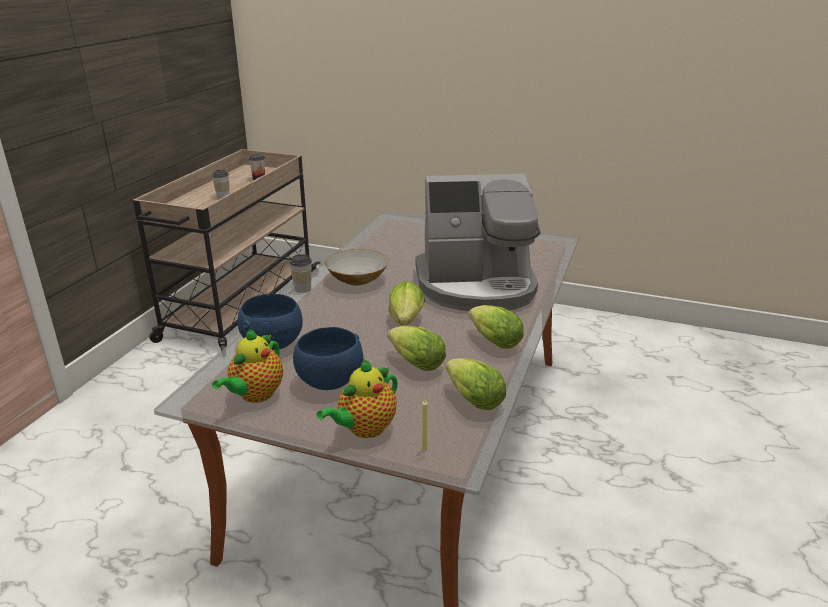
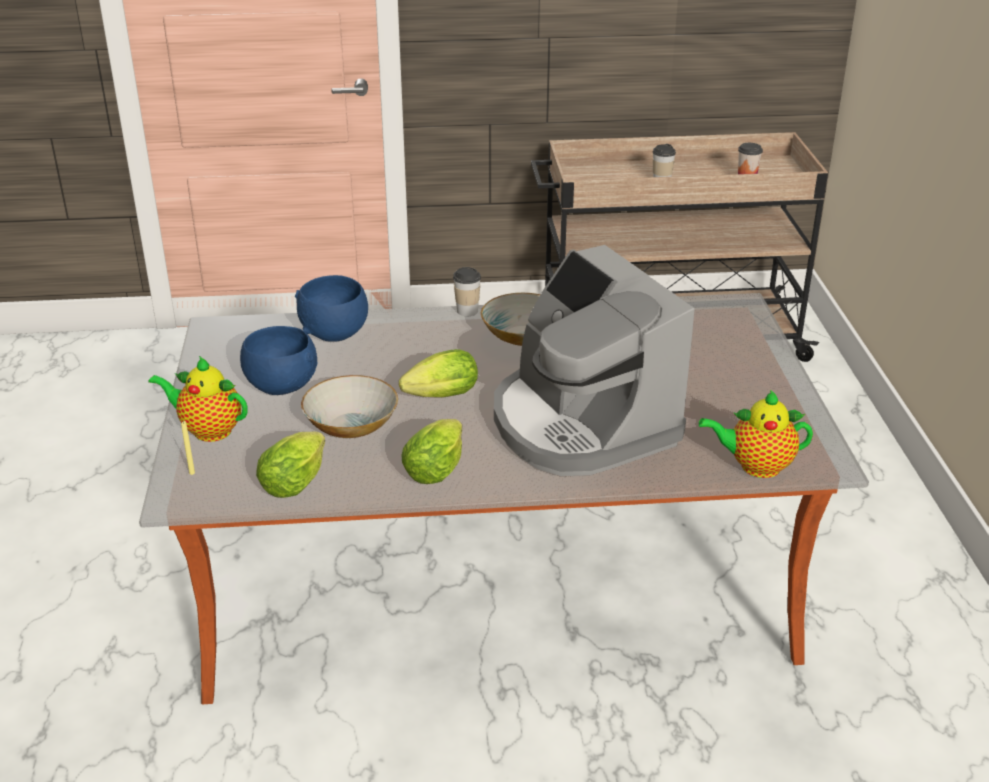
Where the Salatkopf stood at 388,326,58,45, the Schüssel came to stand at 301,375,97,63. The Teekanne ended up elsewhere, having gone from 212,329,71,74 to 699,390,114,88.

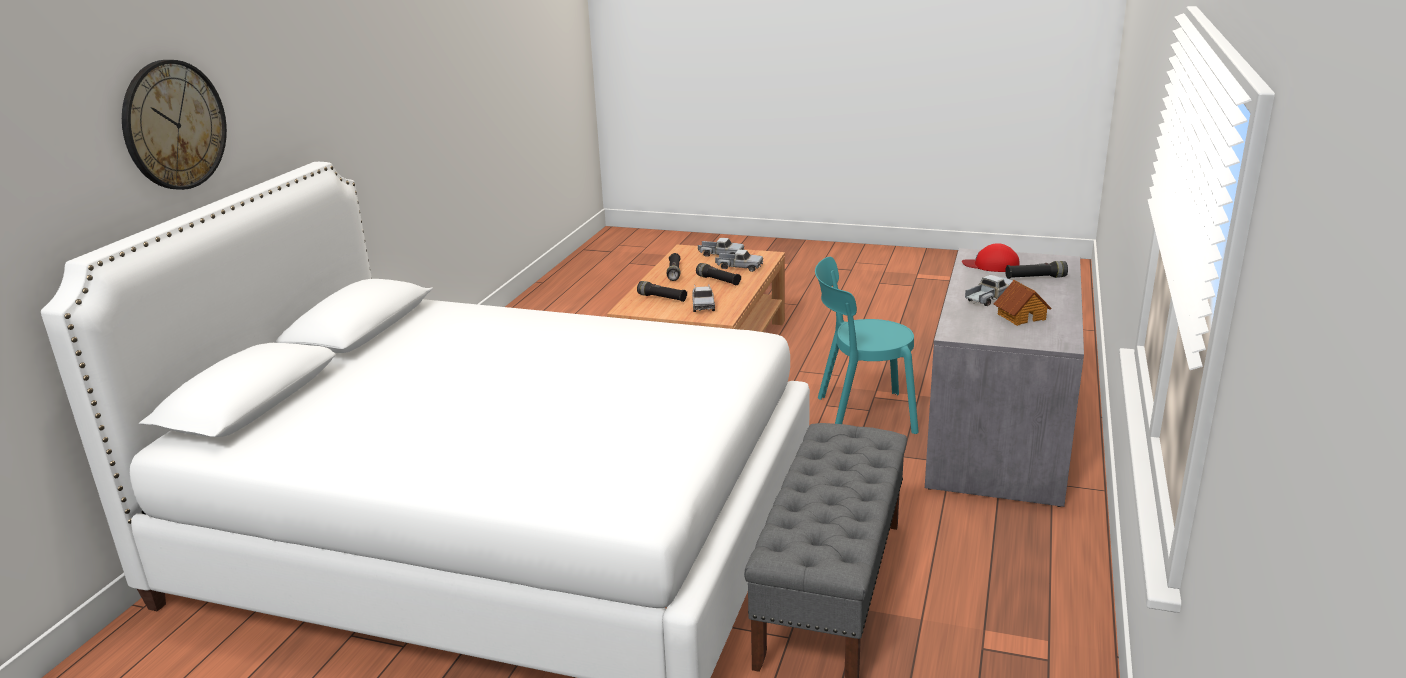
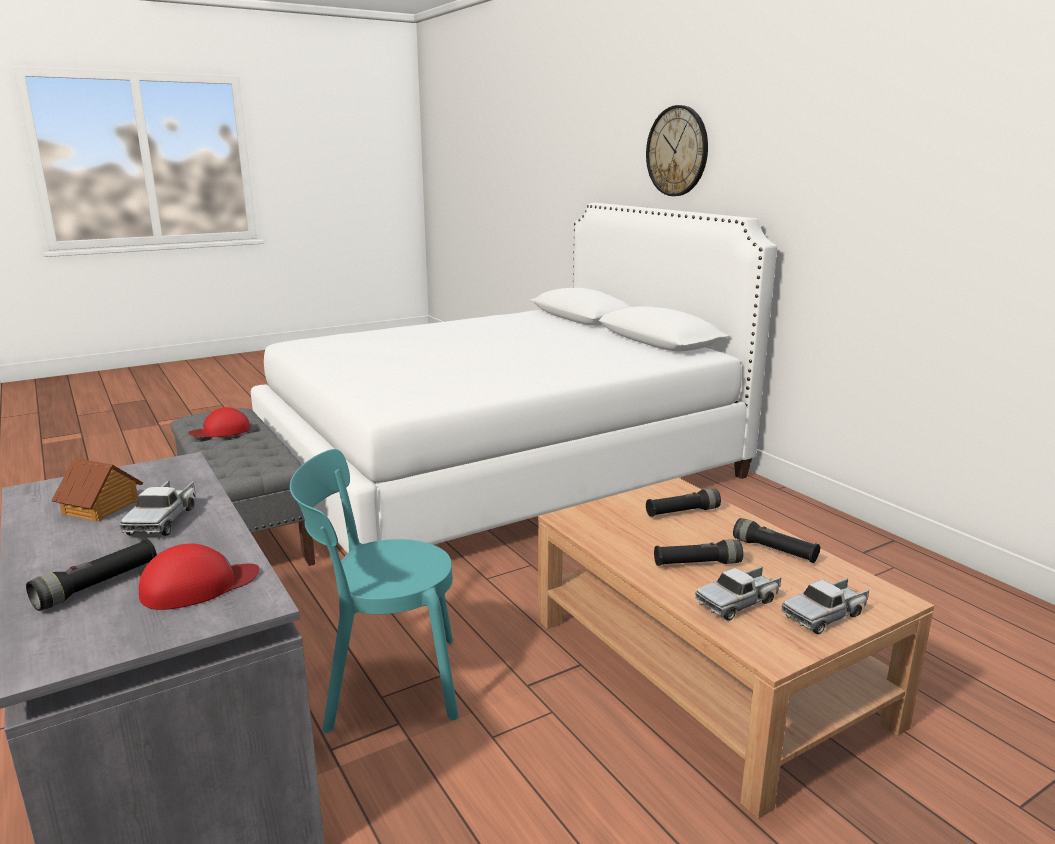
The second view gained the Kappe [rot] at 188,407,62,30. The Stuhl [türkis] at 815,257,104,177 ended up facing another way, 135 degrees counterclockwise from before. The second view lost the Spielzeuglaster at 692,284,23,28.

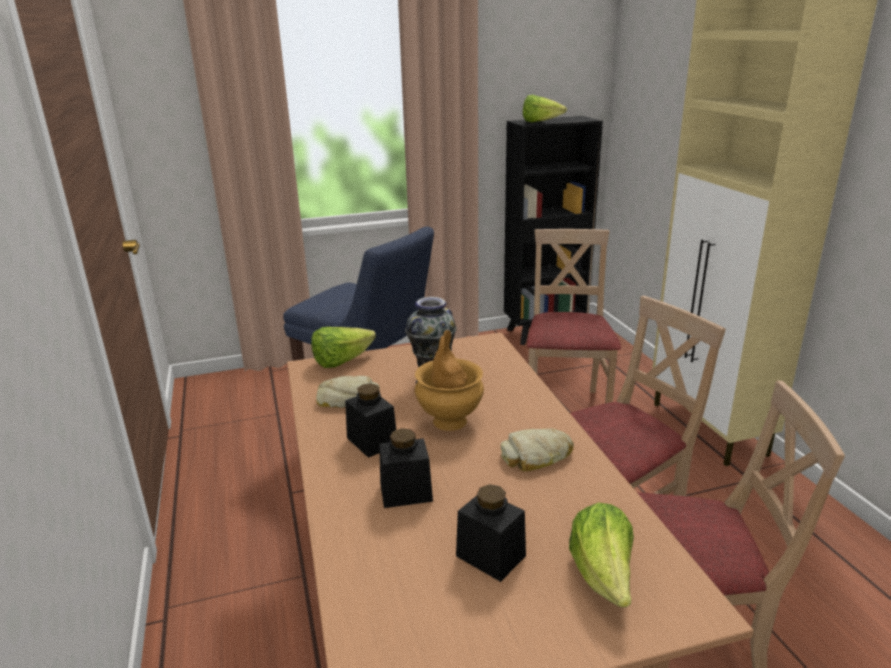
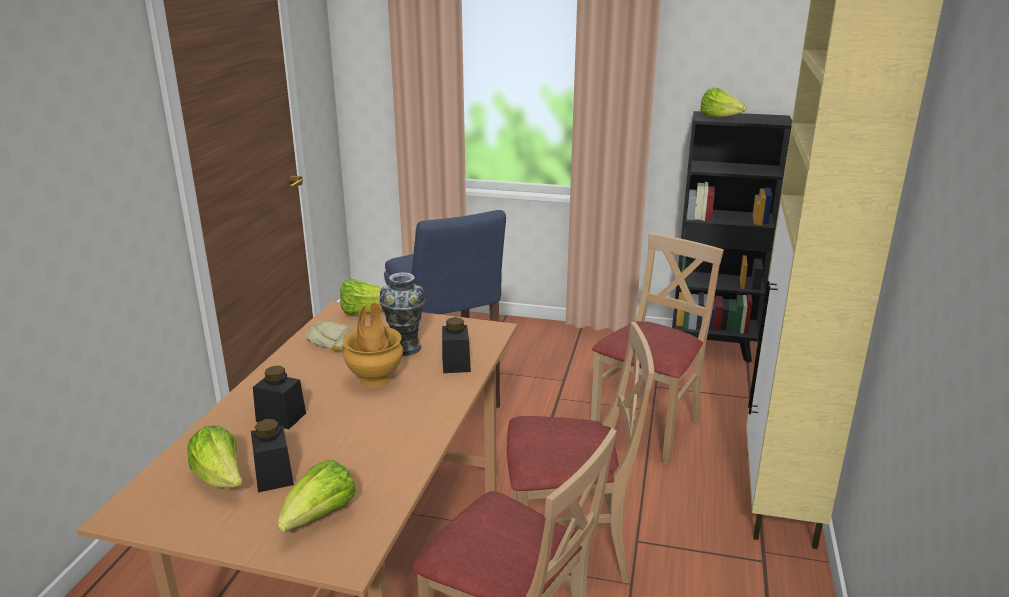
The second view gained the Salatkopf at 187,425,55,63. The Vorratsglas [schwarz] ended up elsewhere, having gone from 345,383,51,75 to 442,317,29,56. The second view lost the Brot at 501,428,73,44.

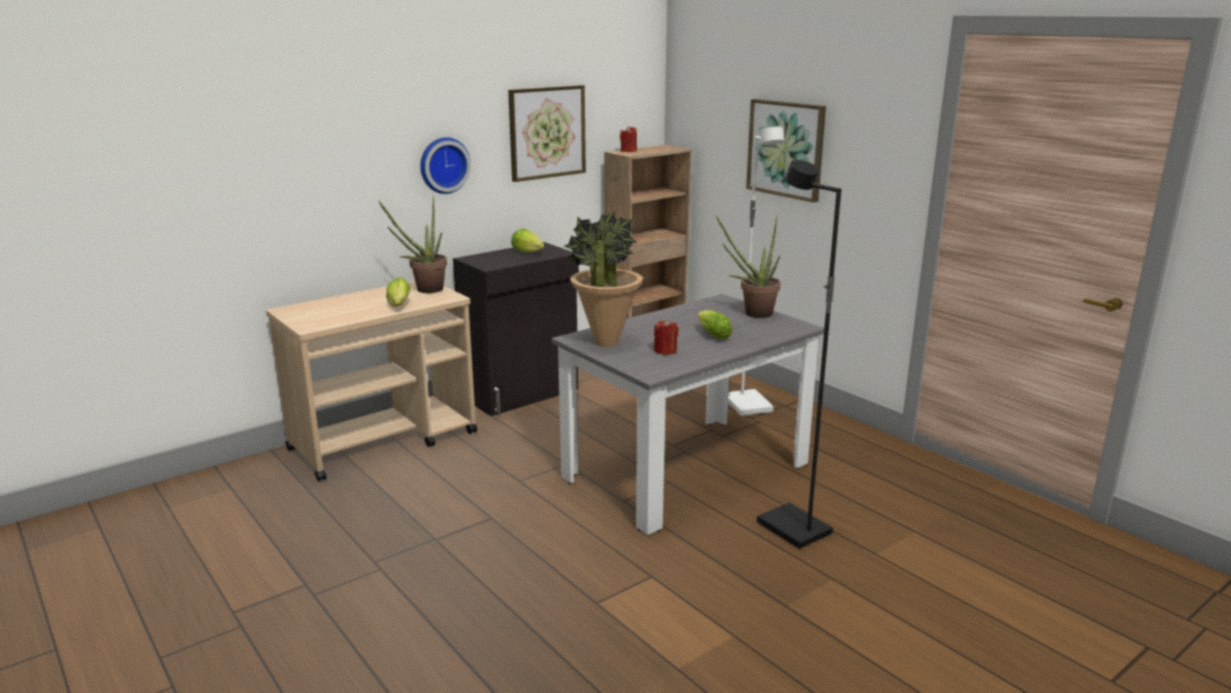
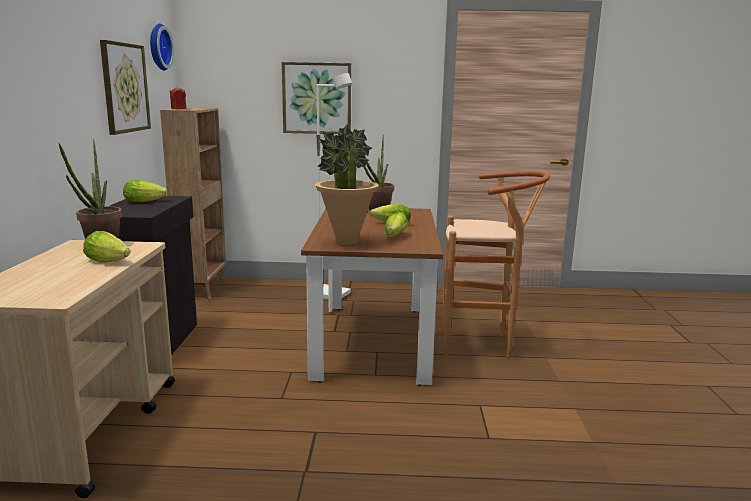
The Wanduhr ended up elsewhere, having gone from 420,137,51,57 to 150,23,24,48. What was the Esstisch [grau] at 552,294,272,241 turned into the Esstisch [braun] at 301,208,142,178. Where the Kerze [rot] stood at 654,319,25,36, the Salatkopf came to stand at 384,212,24,25. Where the Stehlampe [schwarz] stood at 757,160,84,389, the Hocker [braun] came to stand at 443,171,107,188.

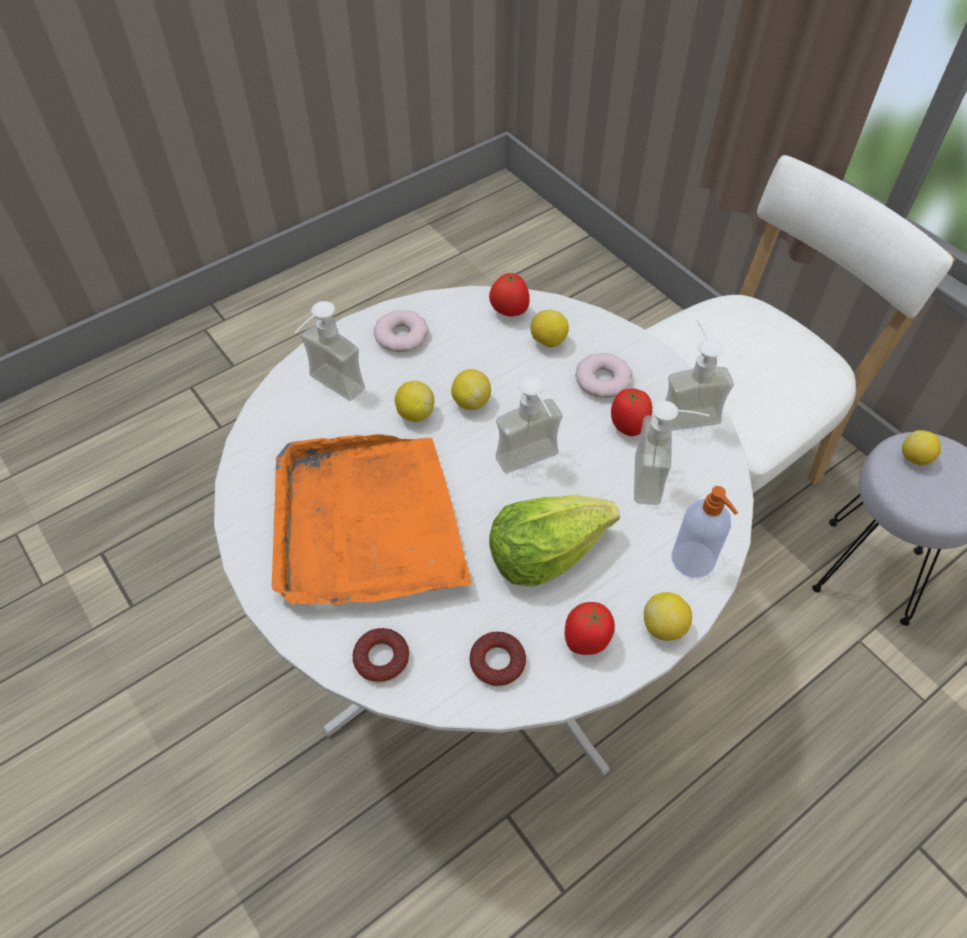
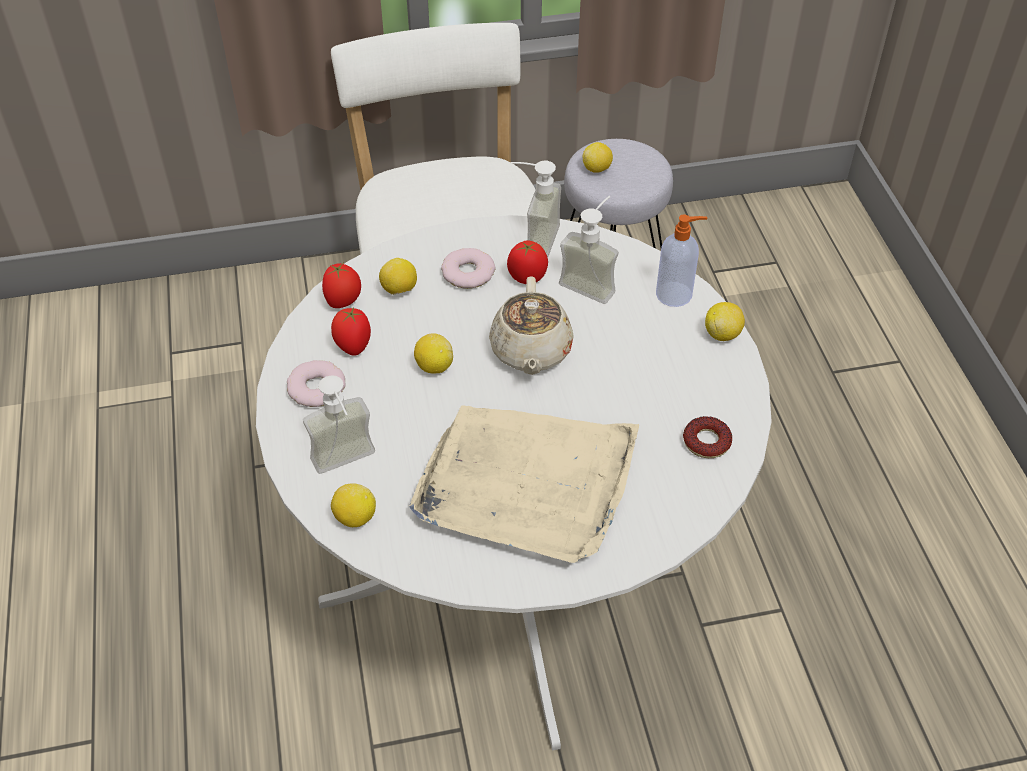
The Tomate ended up elsewhere, having gone from 565,602,50,53 to 331,307,40,49. The Zitrone ended up elsewhere, having gone from 395,381,40,41 to 331,483,45,44. What was the Tablett [orange] at 272,434,200,172 turned into the Tablett [beige] at 409,405,230,158. Where the Seifenspender stood at 495,376,68,97, the Teekanne [beige] came to stand at 489,276,85,99. The second view lost the Donut at 353,628,56,55. The second view lost the Salatkopf at 489,495,131,91.

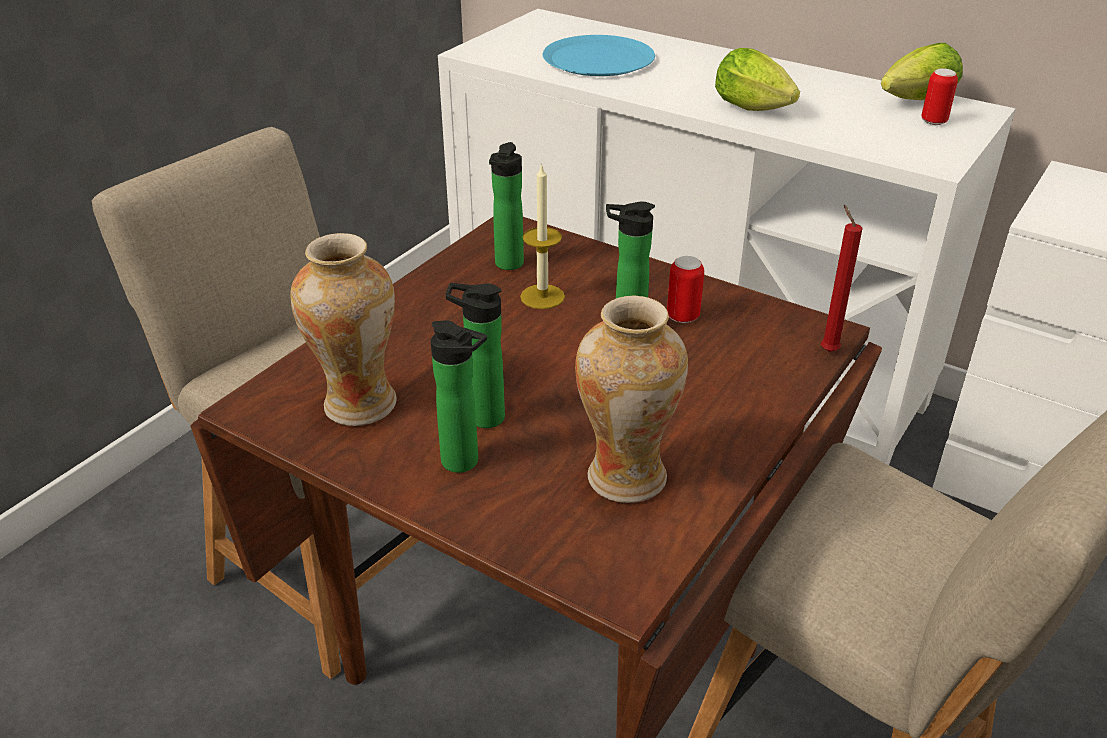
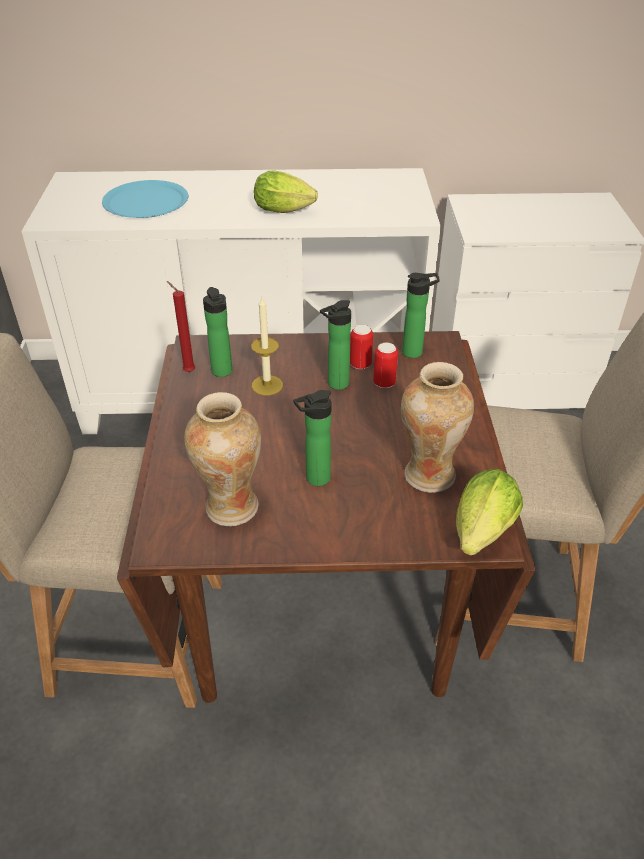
The Kerze [rot] ended up elsewhere, having gone from 821,205,42,147 to 167,281,28,91. The Dose ended up elsewhere, having gone from 921,68,37,57 to 373,343,25,45. The Flasche ended up elsewhere, having gone from 431,320,56,153 to 402,273,38,85. The Salatkopf ended up elsewhere, having gone from 881,43,82,57 to 456,469,67,87.

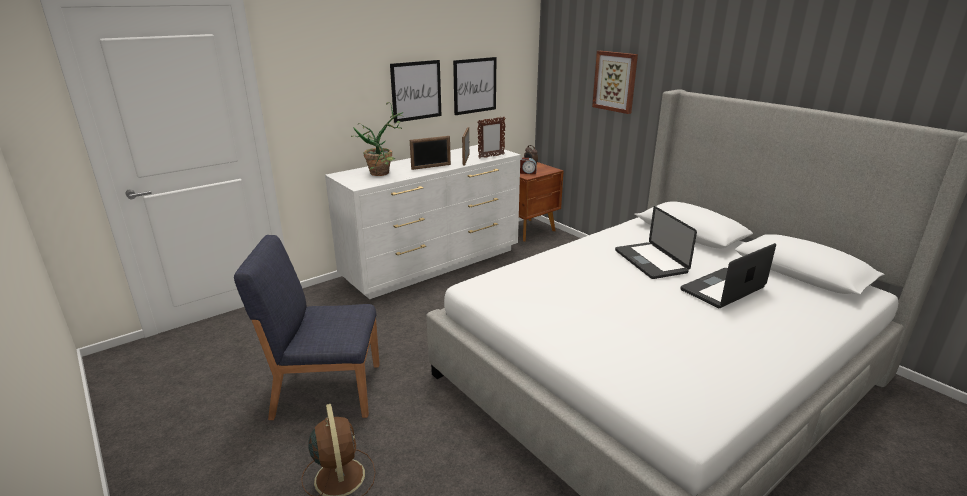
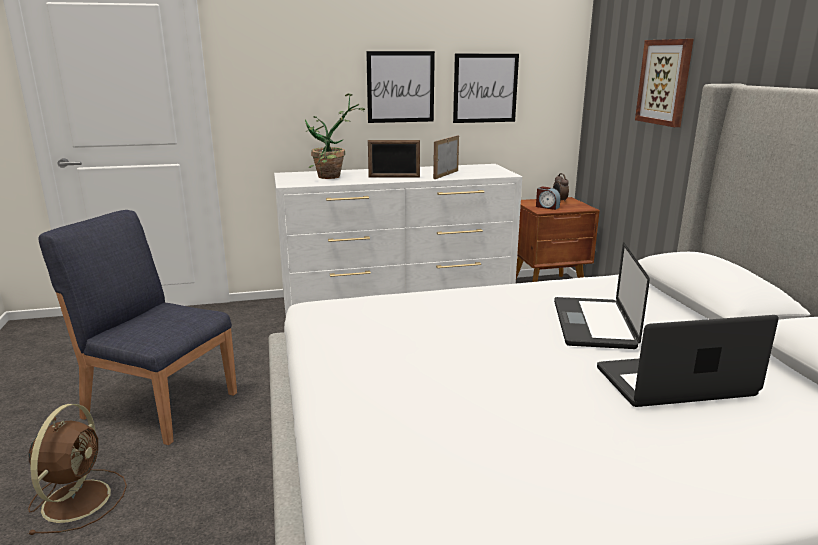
The second view lost the Bilderrahmen at 478,117,28,41.

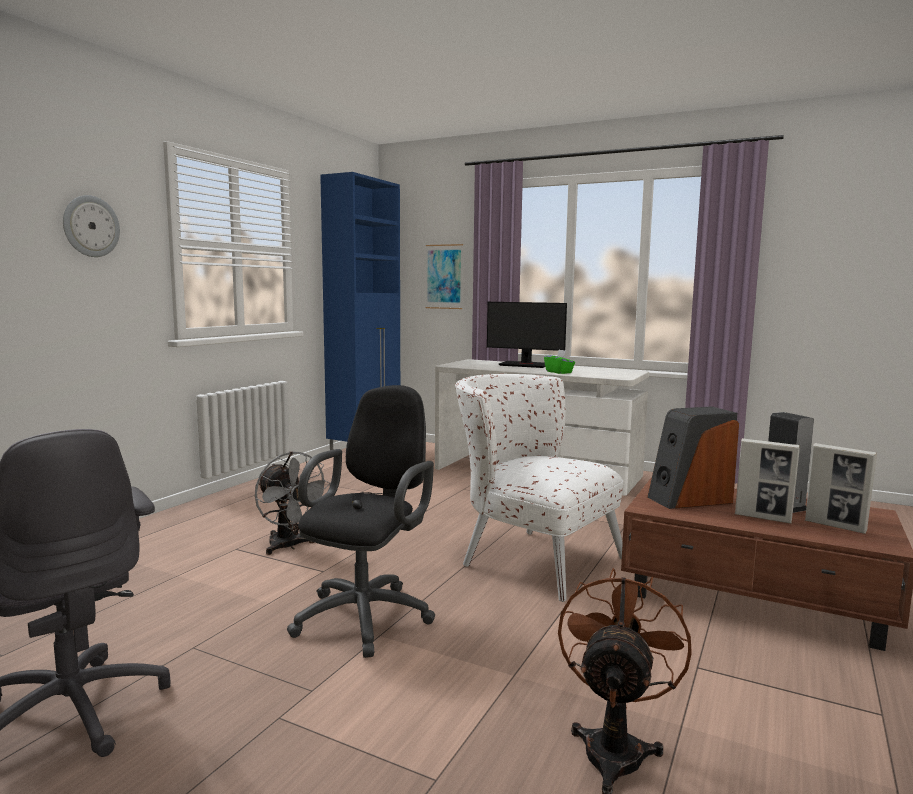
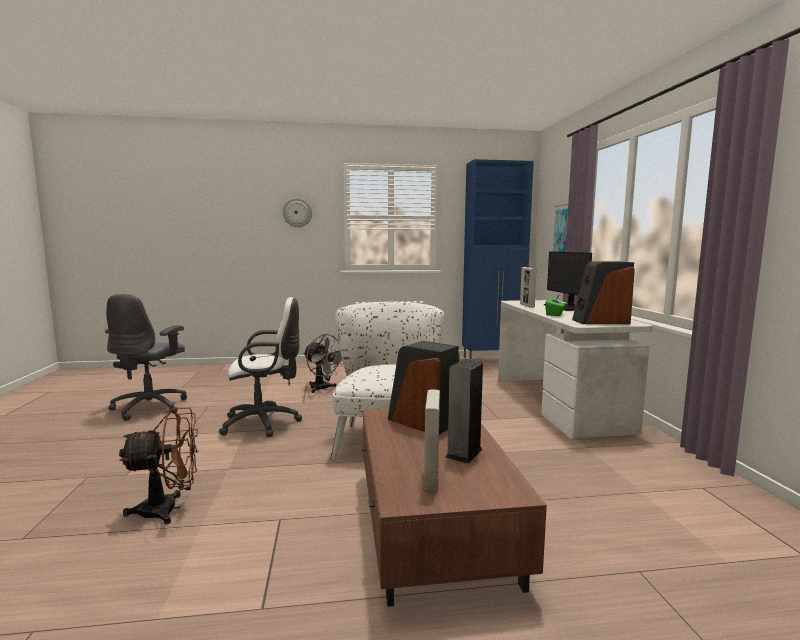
What was the Bürostuhl [schwarz] at 287,385,148,273 turned into the Bürostuhl [weiß] at 219,297,83,140. The Ventilator [grau] at 255,451,76,104 ended up facing another way, 60 degrees counterclockwise from before. The Bilderrahmen ended up elsewhere, having gone from 735,438,65,86 to 520,267,17,41. The second view gained the Lautsprecher at 572,261,63,63.

